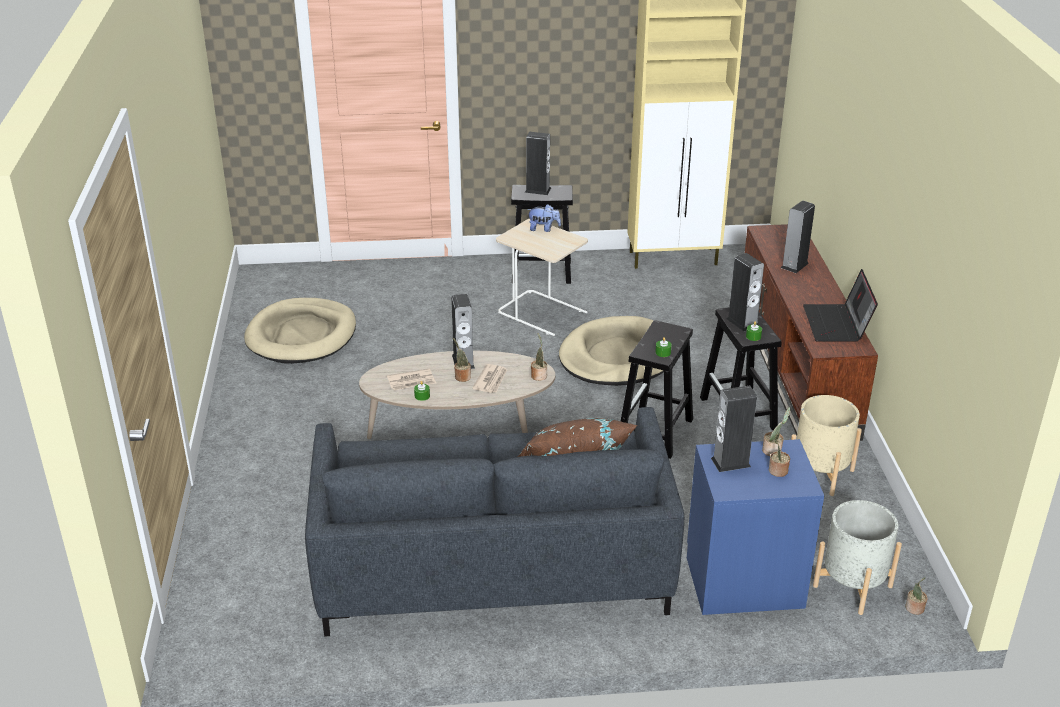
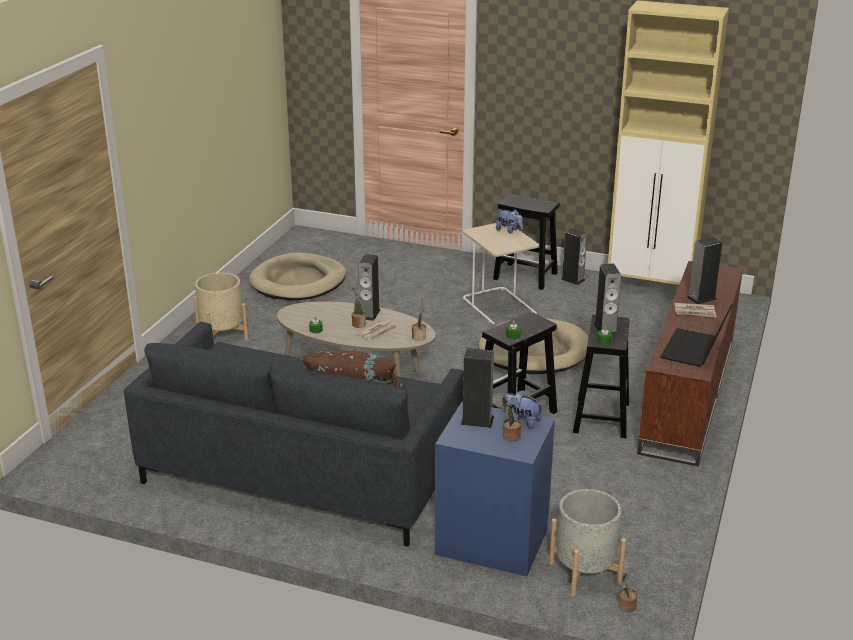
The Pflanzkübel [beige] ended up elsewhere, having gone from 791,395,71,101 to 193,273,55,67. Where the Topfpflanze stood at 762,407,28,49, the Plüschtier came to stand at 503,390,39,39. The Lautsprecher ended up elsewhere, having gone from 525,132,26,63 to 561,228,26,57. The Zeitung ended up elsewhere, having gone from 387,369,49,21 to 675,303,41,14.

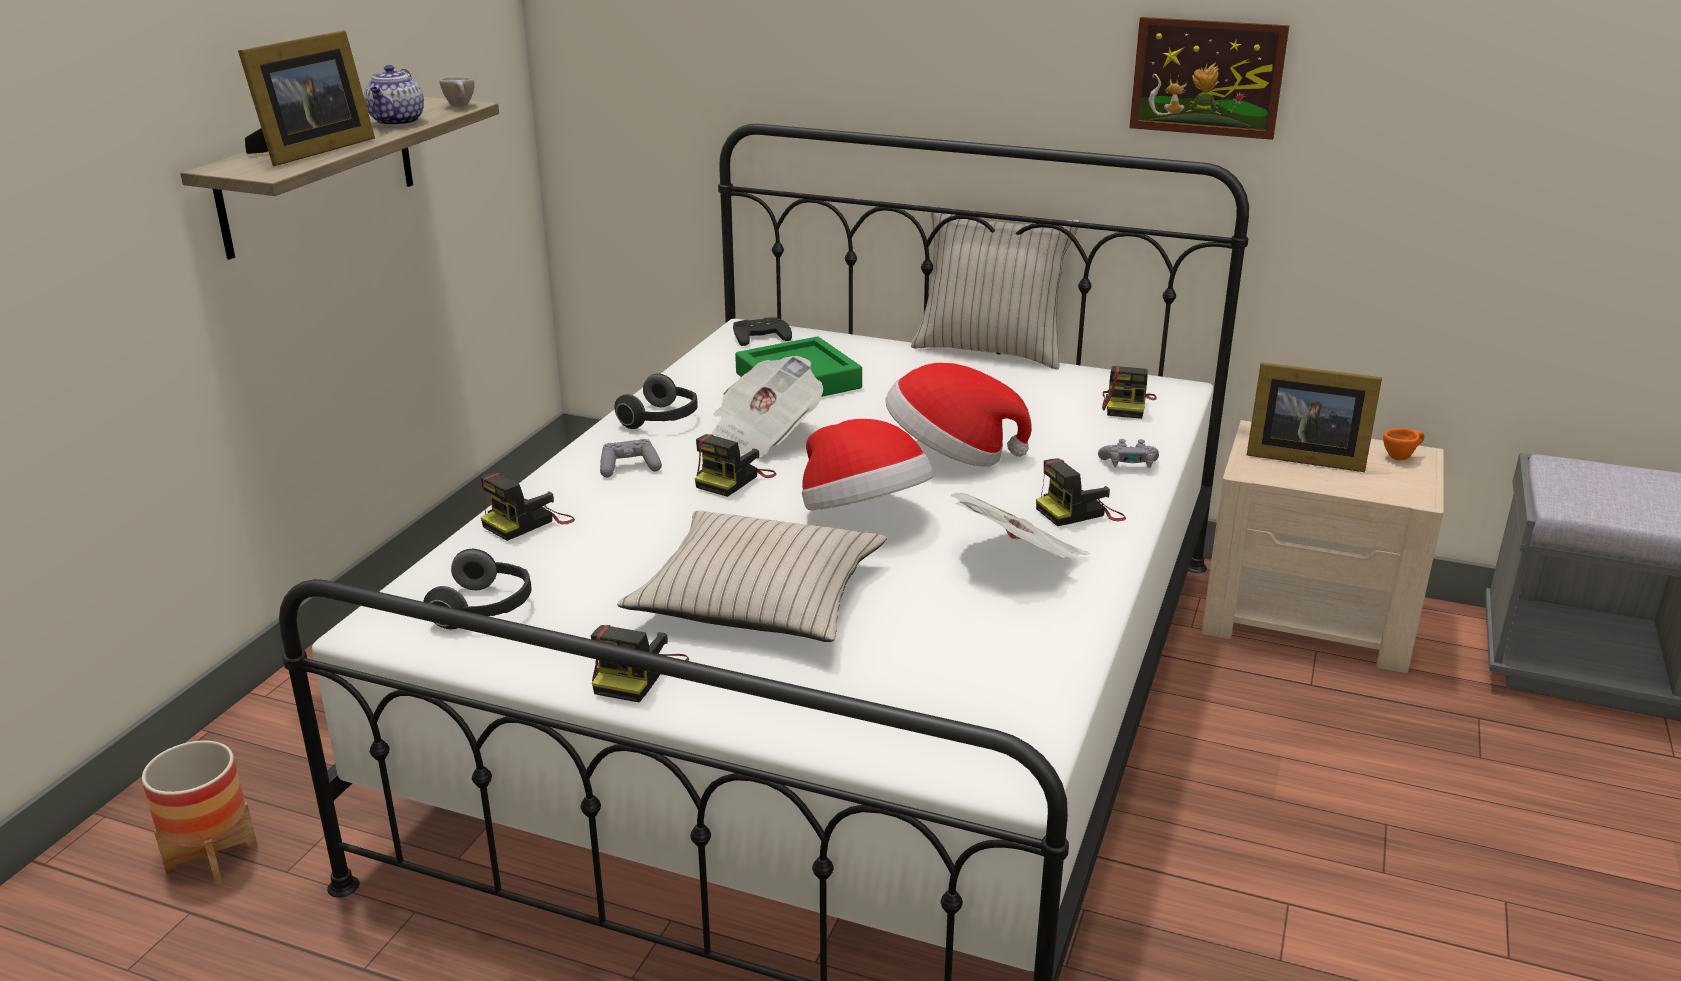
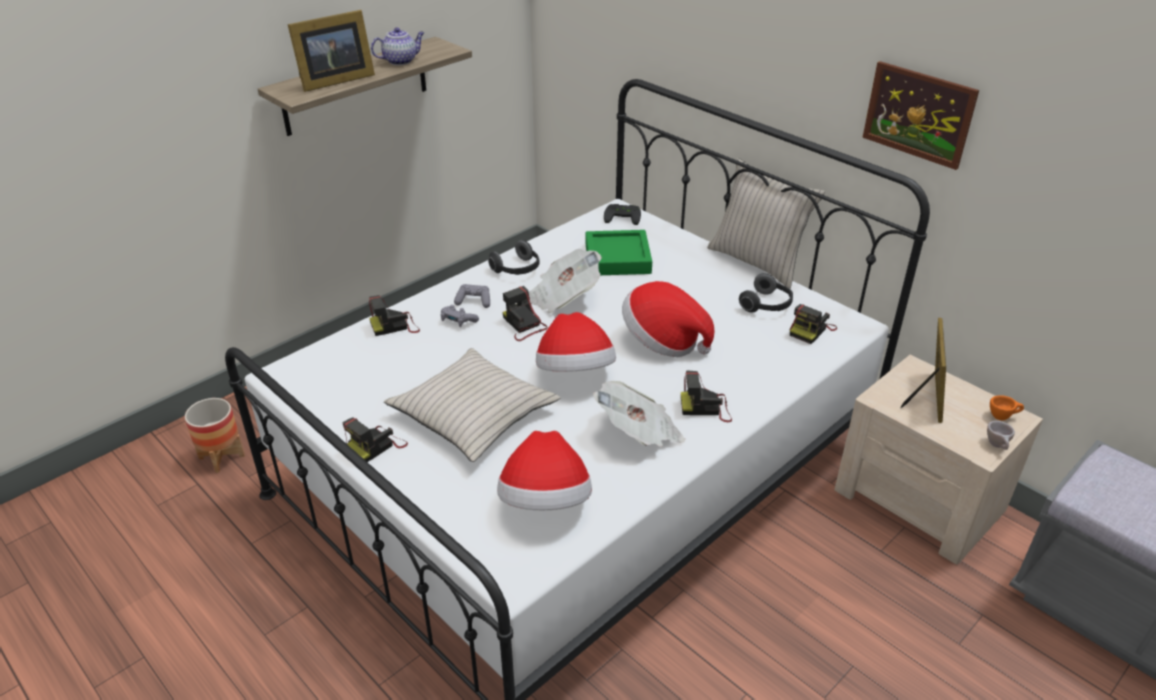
The Teekanne at 364,65,60,61 ended up facing another way, 150 degrees counterclockwise from before. The Gamepad [grau] ended up elsewhere, having gone from 1098,439,61,29 to 441,305,38,22. The second view gained the Hut at 497,431,95,79. The Kamera at 695,434,82,63 ended up facing another way, 90 degrees clockwise from before. The Kopfhörer ended up elsewhere, having gone from 424,549,107,80 to 739,273,54,40. The Bilderrahmen at 1247,362,135,110 ended up facing another way, 120 degrees counterclockwise from before. The Tasse [beige] ended up elsewhere, having gone from 440,76,35,31 to 987,421,28,29.

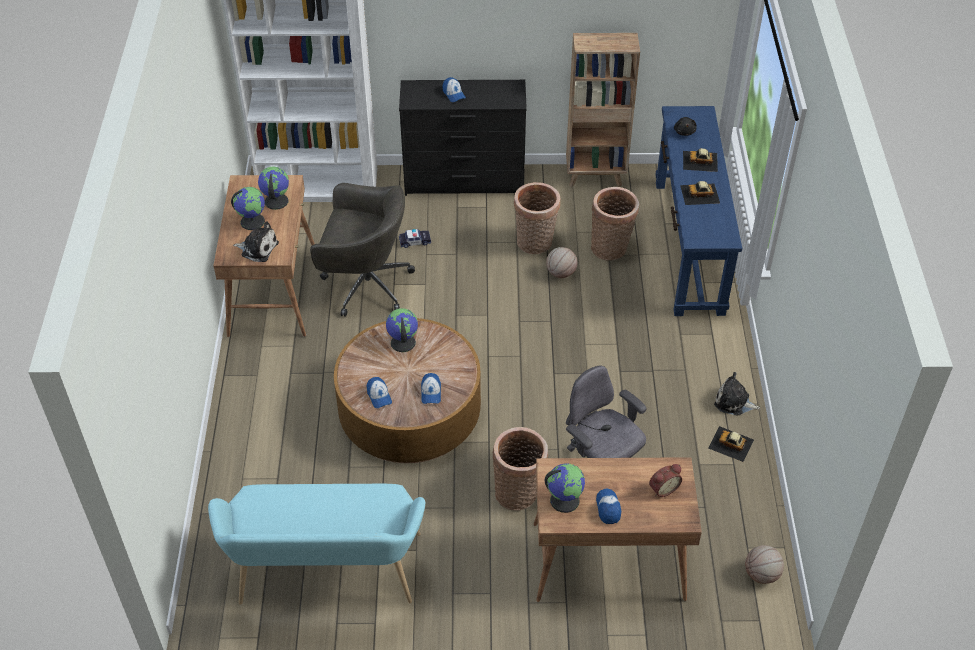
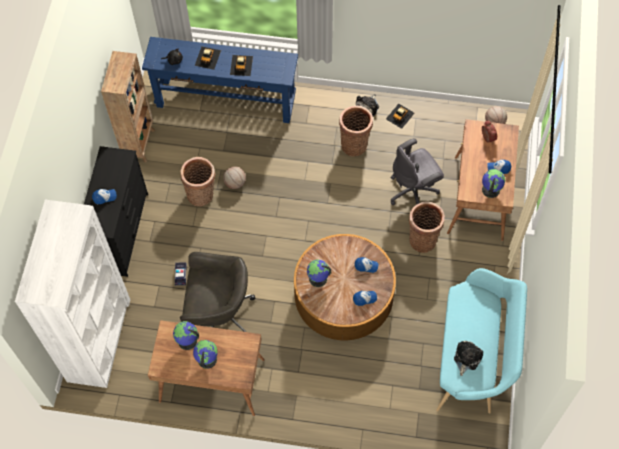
The Bürostuhl [grau] at 310,183,105,134 ended up facing another way, 75 degrees clockwise from before. The Korb ended up elsewhere, having gone from 591,187,48,74 to 339,105,34,52. The Plüschtier ended up elsewhere, having gone from 233,221,46,41 to 454,341,29,35.

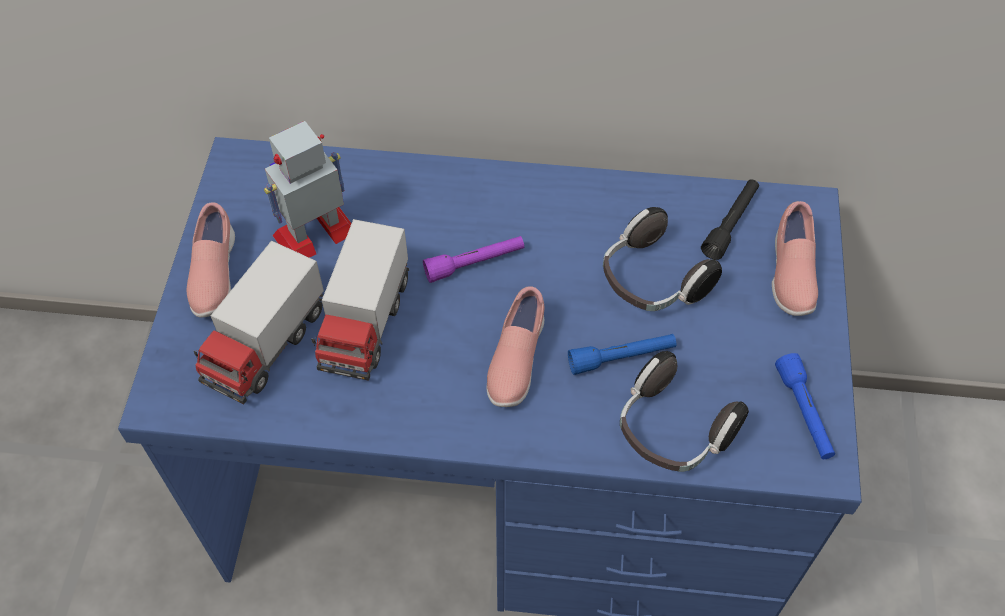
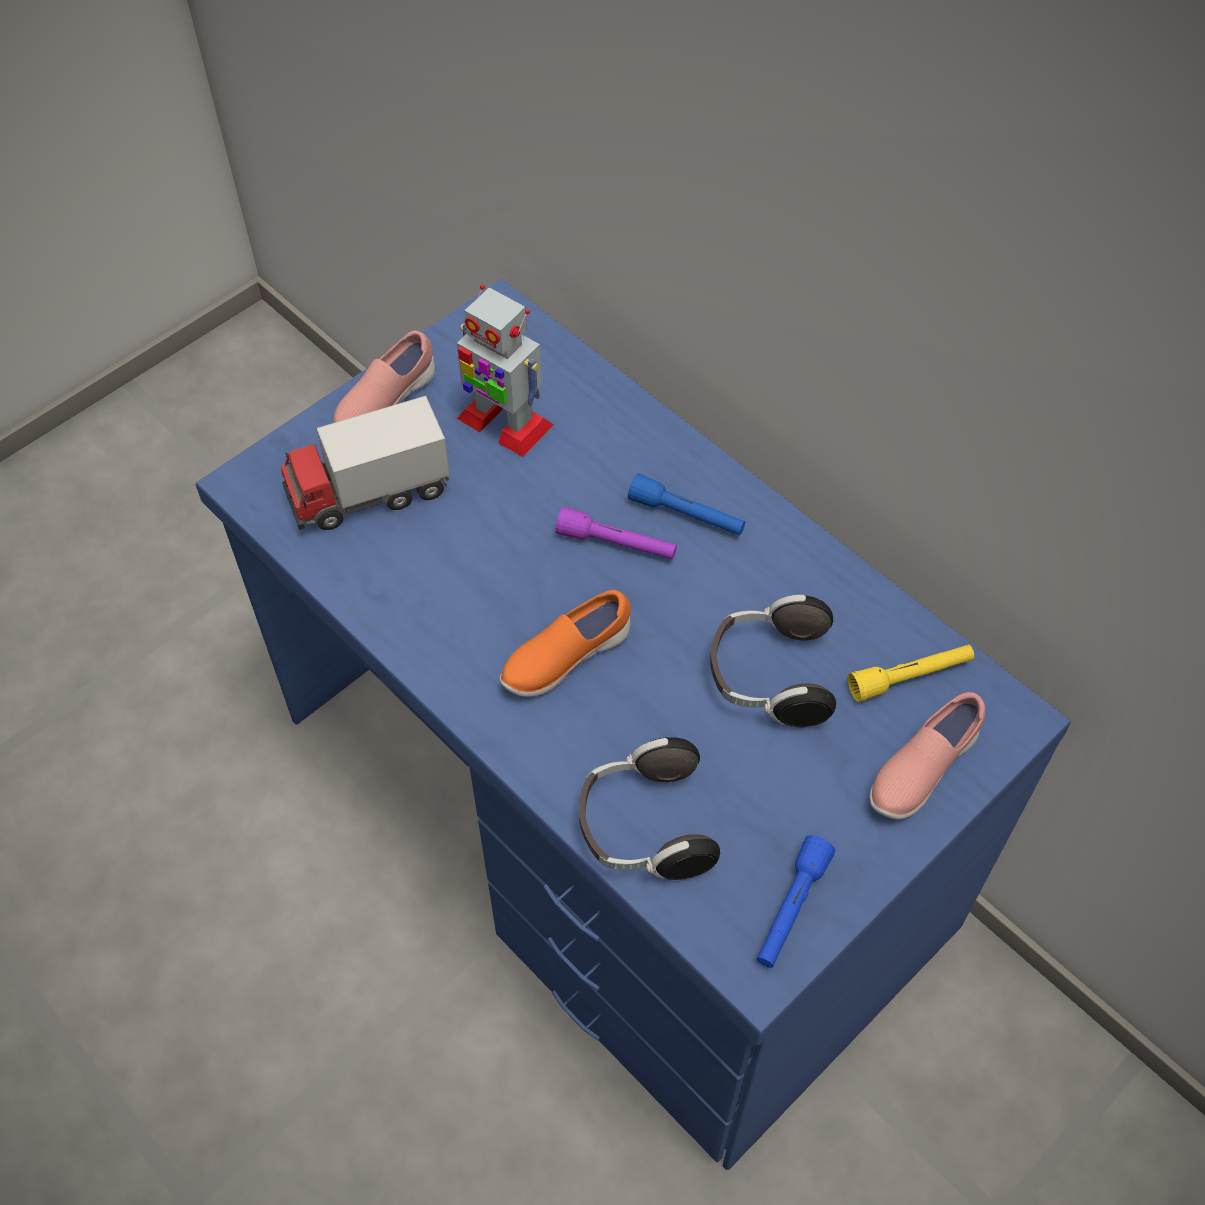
The Spielzeugroboter at 264,121,88,137 ended up facing another way, 150 degrees counterclockwise from before. What was the Schuh [rosa] at 487,286,57,121 turned into the Schuh [orange] at 500,590,131,107. The Taschenlampe [blau] ended up elsewhere, having gone from 568,334,108,41 to 628,473,117,62. What was the Taschenlampe [schwarz] at 701,179,58,81 turned into the Taschenlampe [gelb] at 848,644,126,58. The second view lost the Spielzeuglaster at 311,219,98,162.

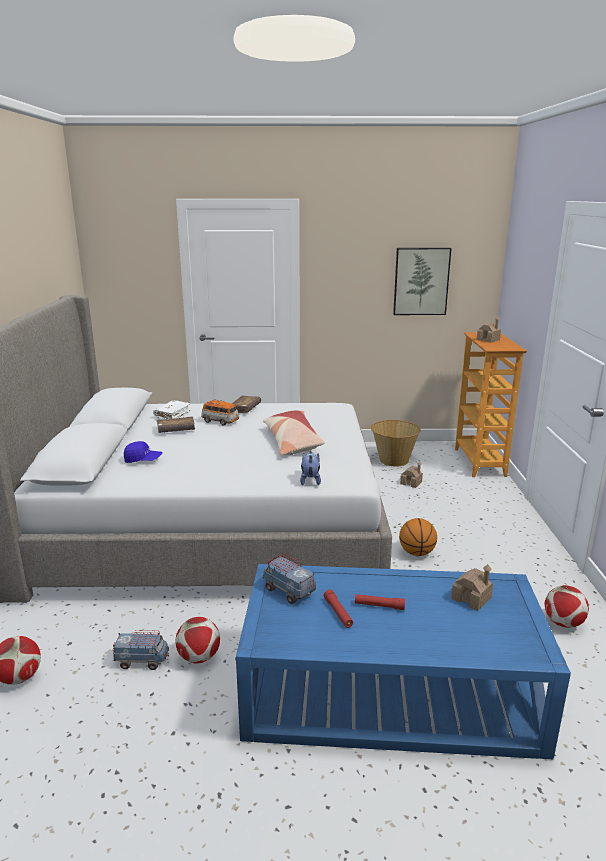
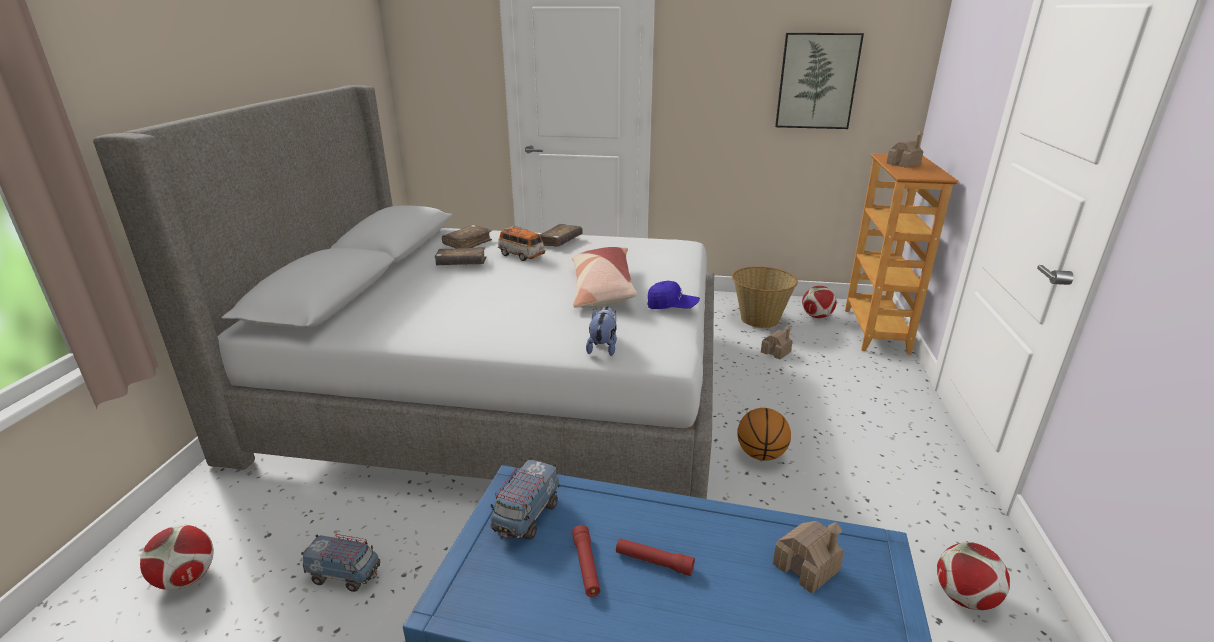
What was the Buch [weiß] at 153,400,38,19 turned into the Buch [braun] at 442,225,50,24. The Spielzeuglaster at 263,553,53,51 ended up facing another way, 120 degrees counterclockwise from before. The Kappe [blau] ended up elsewhere, having gone from 124,441,39,22 to 647,281,53,28. The Fußball ended up elsewhere, having gone from 175,617,45,47 to 802,286,35,32.

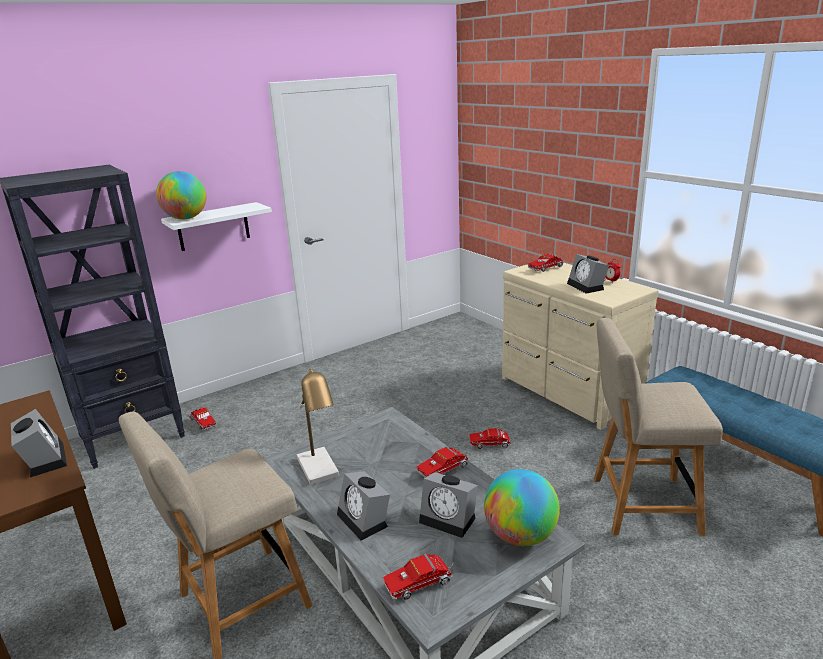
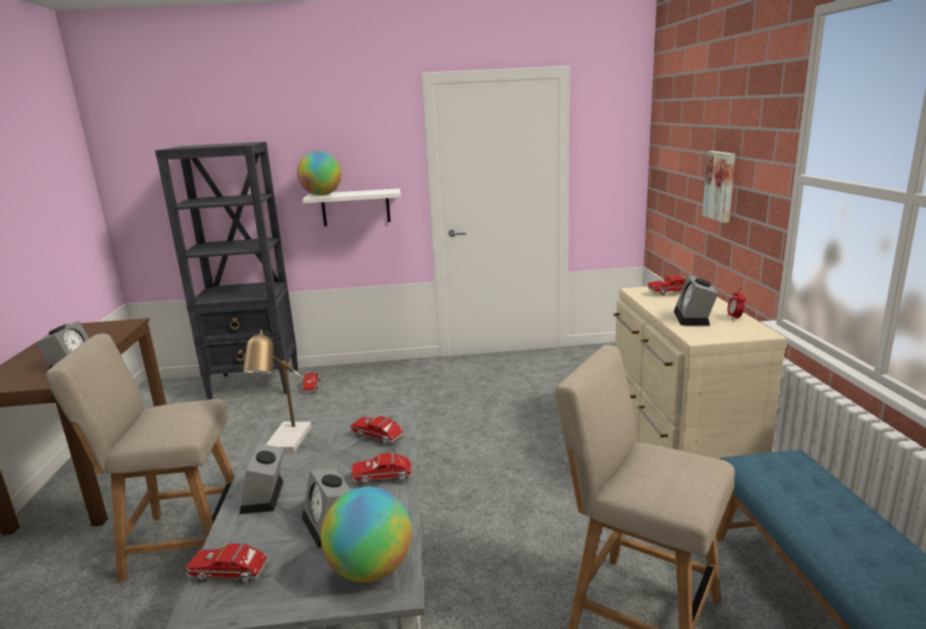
The Spielzeuglaster ended up elsewhere, having gone from 469,428,45,21 to 350,416,54,29. The second view gained the Bild at 702,151,33,72.

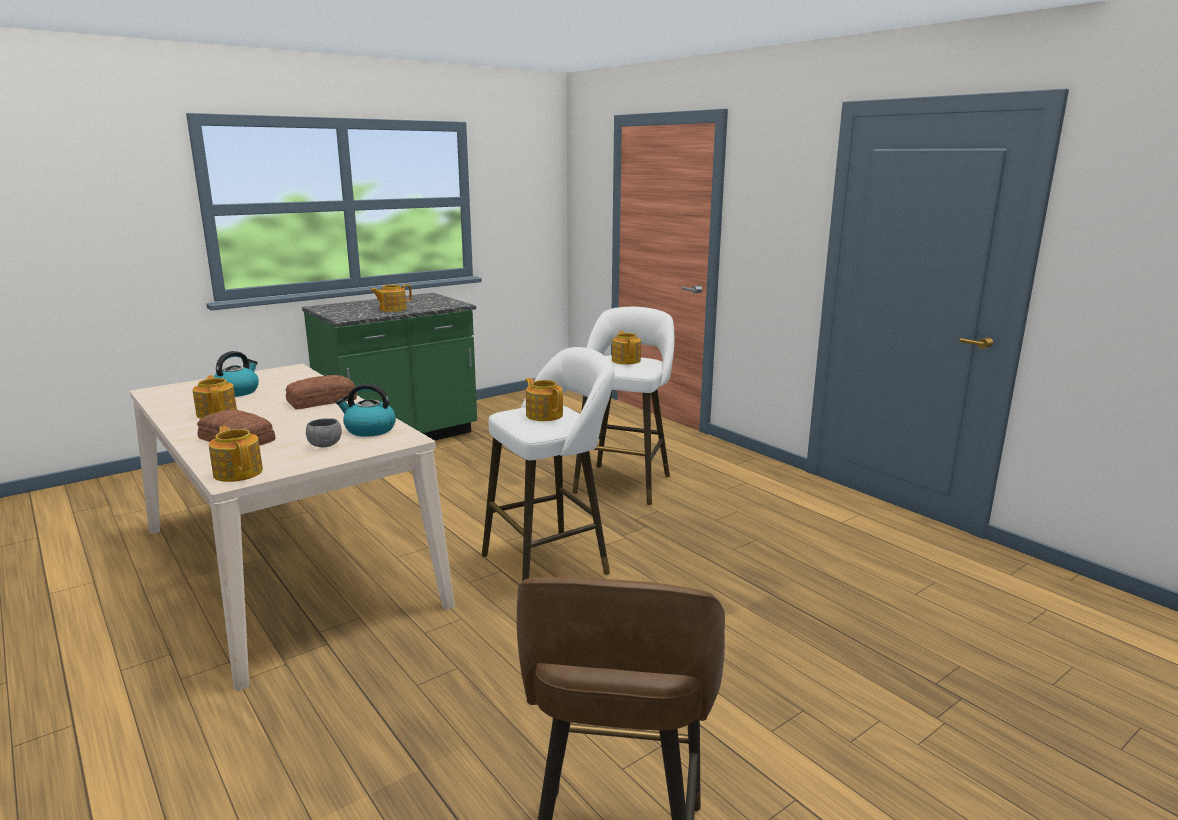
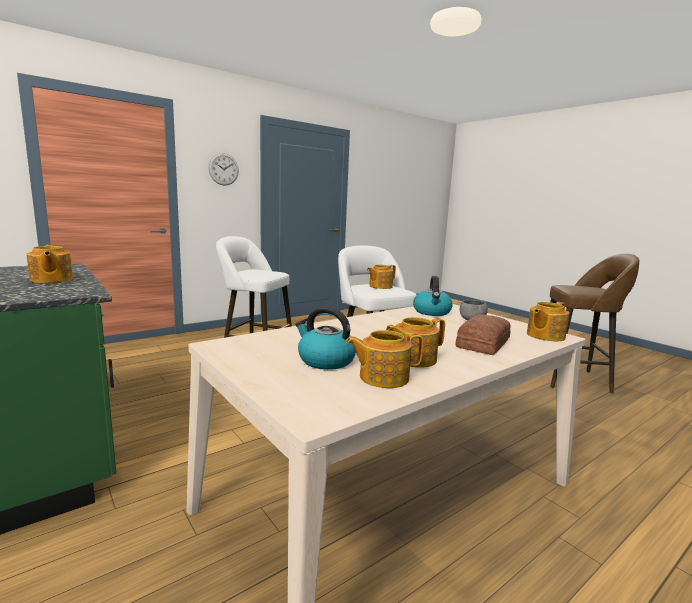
The second view gained the Wanduhr at 208,153,31,33. The Teekanne ended up elsewhere, having gone from 612,331,29,33 to 346,330,78,58. The second view lost the Brot at 286,375,71,35.

